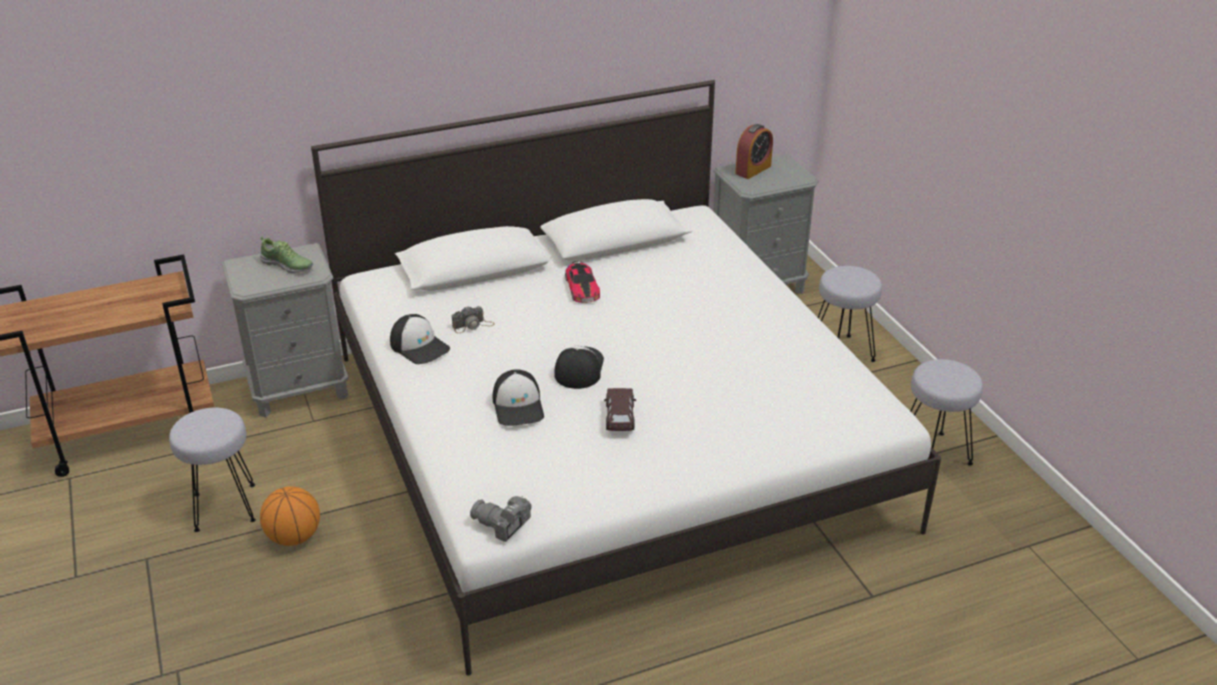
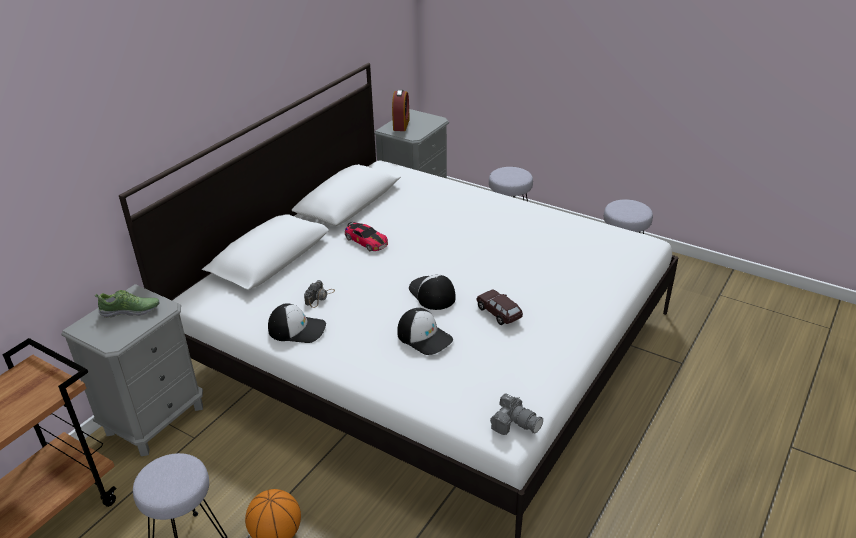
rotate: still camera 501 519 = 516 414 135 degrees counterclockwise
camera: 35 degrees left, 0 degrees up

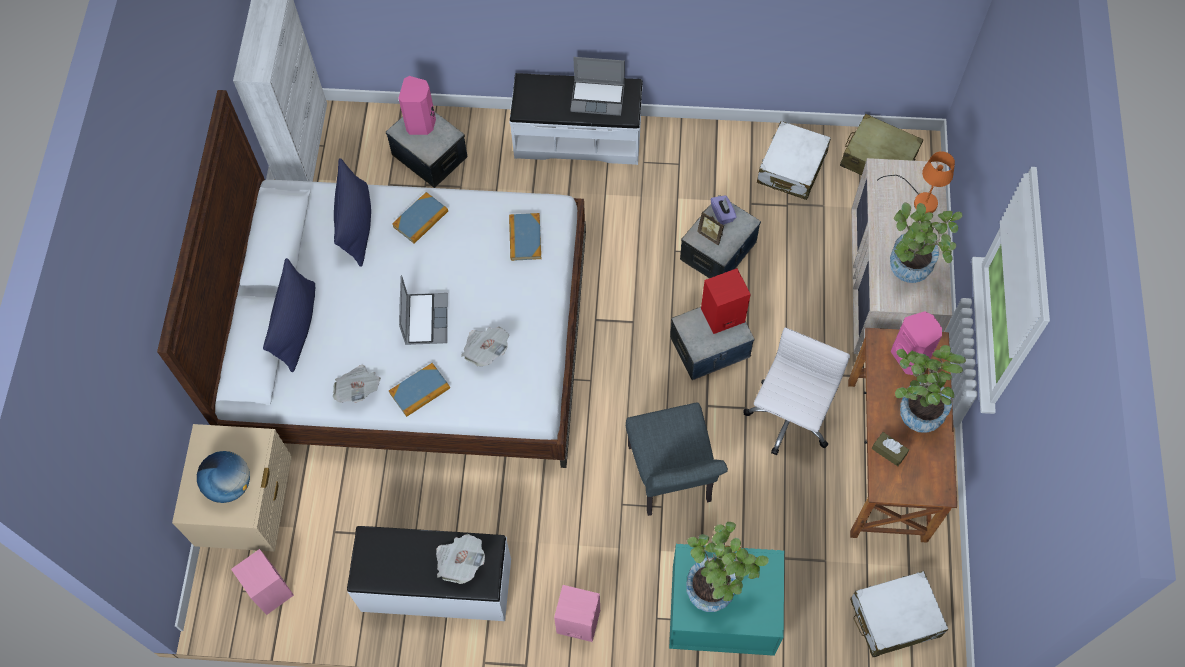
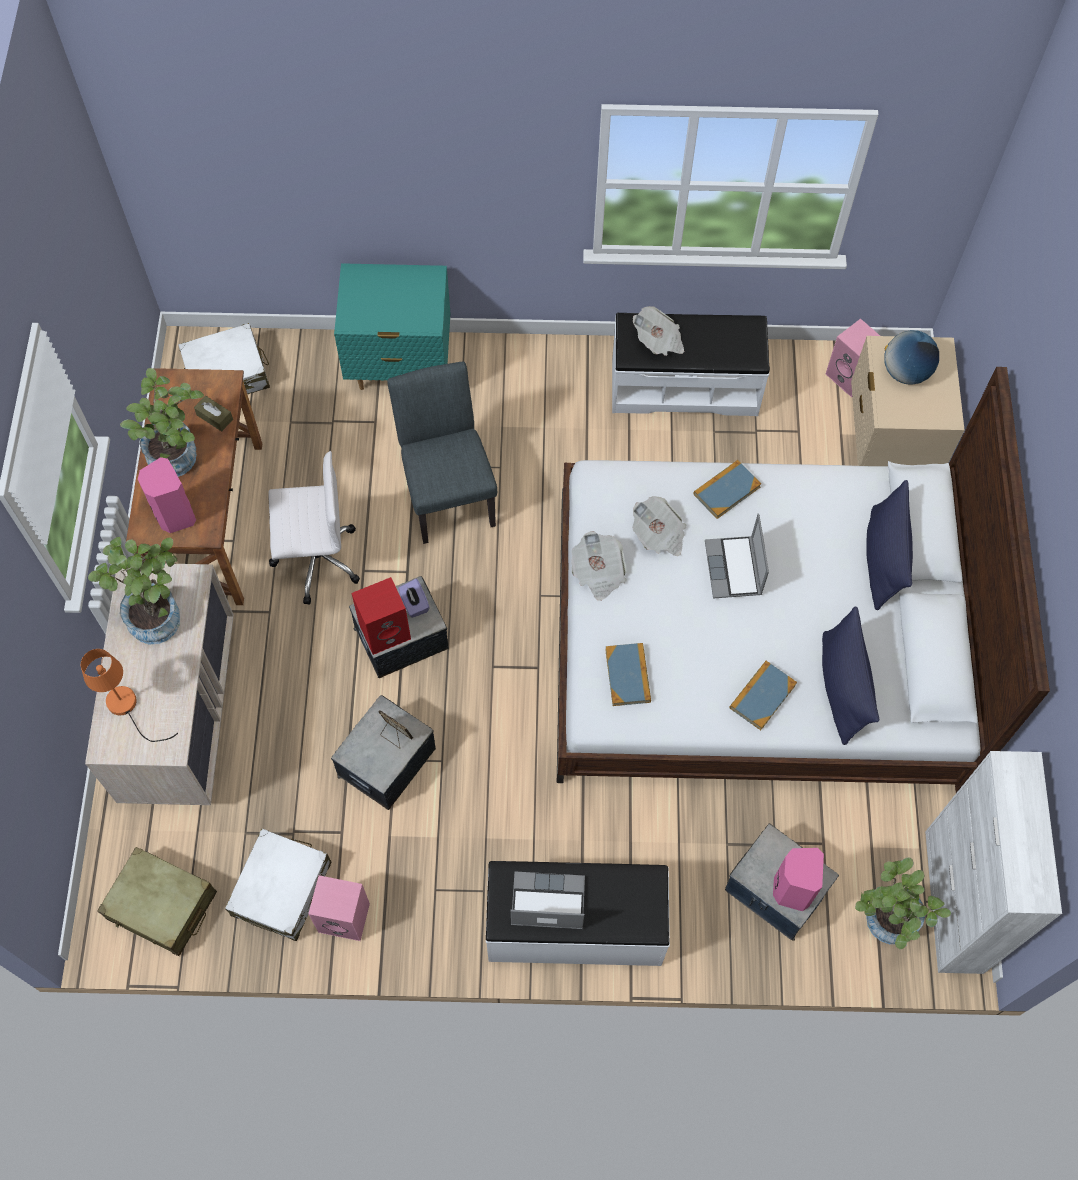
move: pinkish loudspeaker 577 613 to 339 908; purple box of tissues 723 210 to 414 598; newspaper 357 384 to 599 566; potted plant 727 567 to 903 903
rotate: white computer chair 797 391 = 314 528 120 degrees counterclockwise
camera: 175 degrees right, 0 degrees up

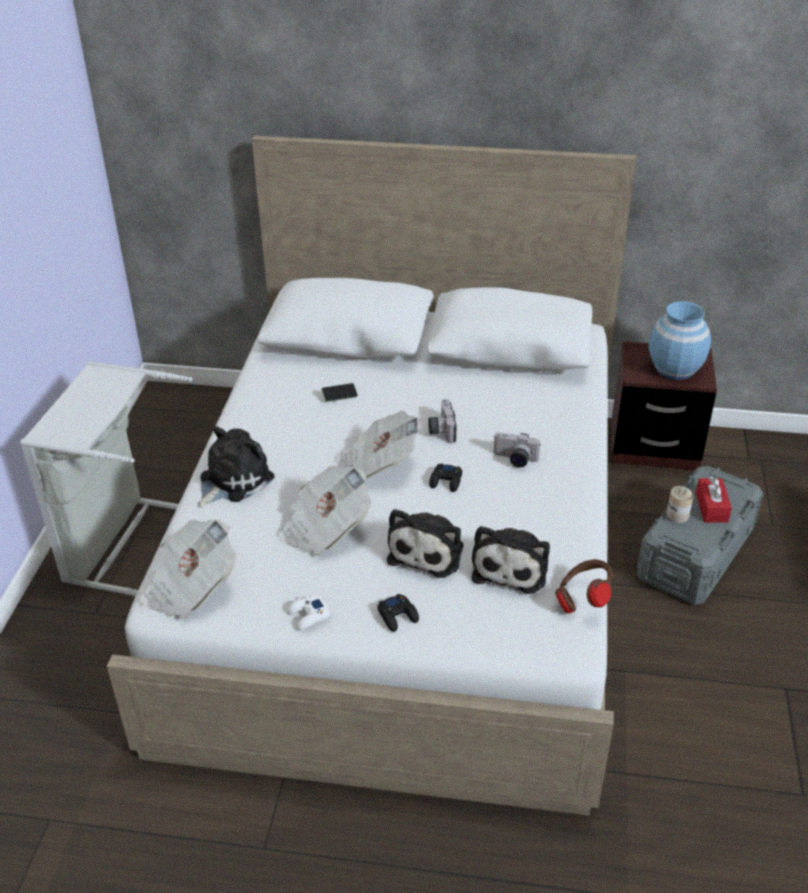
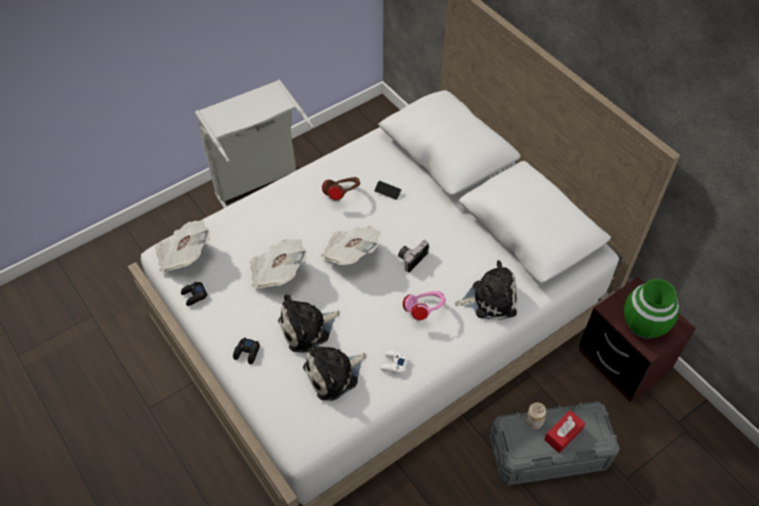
move: black gamepad 445 477 to 194 294; brown pair of headphones 584 586 to 341 188; white gamepad 308 612 to 394 362; cuddly toy 236 467 to 486 290
replace: still camera 517 449 to pinkish pair of headphones 424 305
recolor: blue-coloured flower vase 680 340 to green-coloured flower vase 651 308
camera: 45 degrees right, 15 degrees up

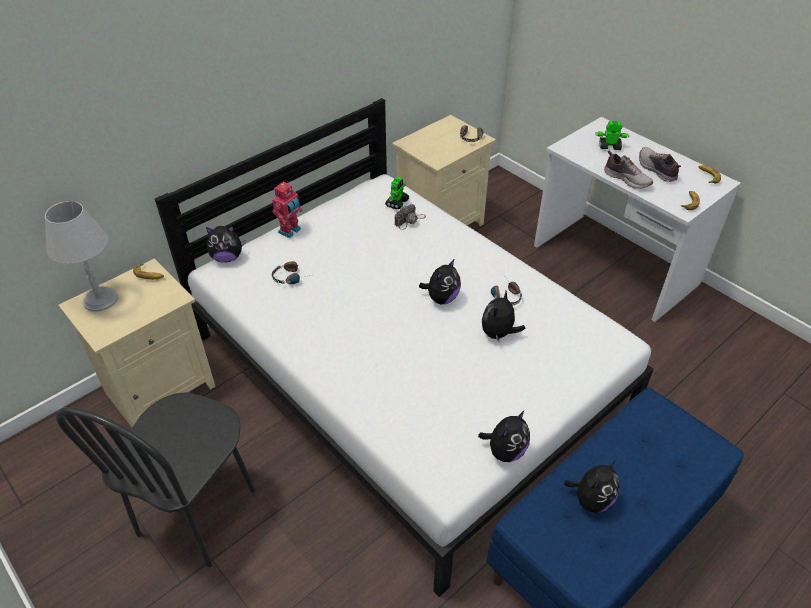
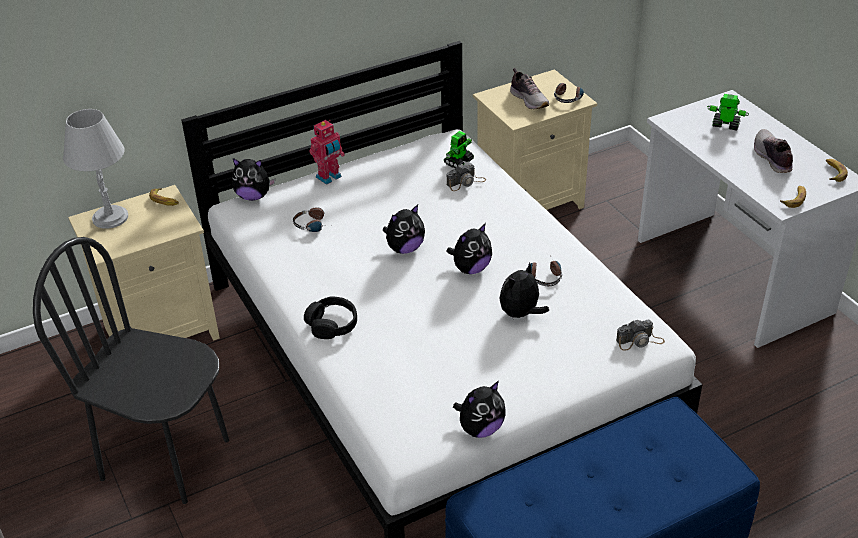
insert: black pair of headphones 330 317; still camera 640 334
move: cuddly toy 592 486 to 403 229; shoe 628 170 to 529 88
rotate: black chair 155 479 = 131 370 75 degrees clockwise
camera: 15 degrees right, 5 degrees down

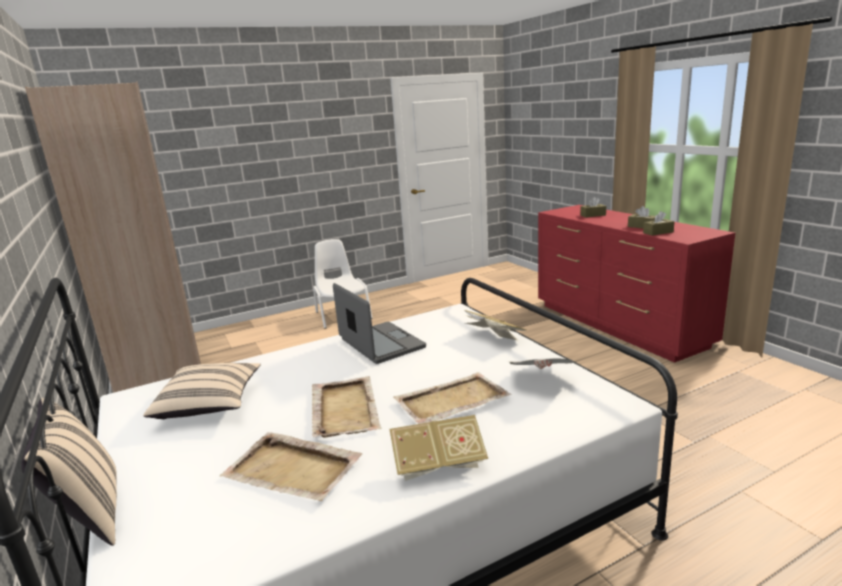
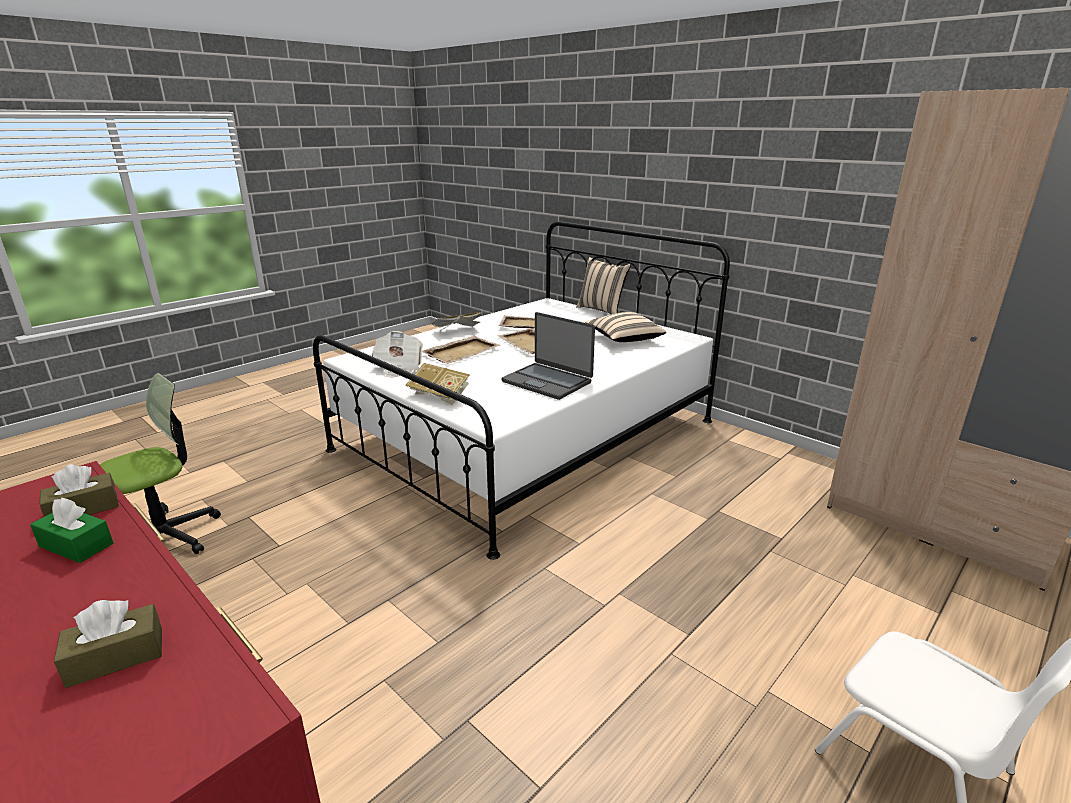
insert: computer chair 160 463
recolor: brown box of tissues 641 217 to green-coloured box of tissues 71 530
camera: 160 degrees right, 5 degrees up

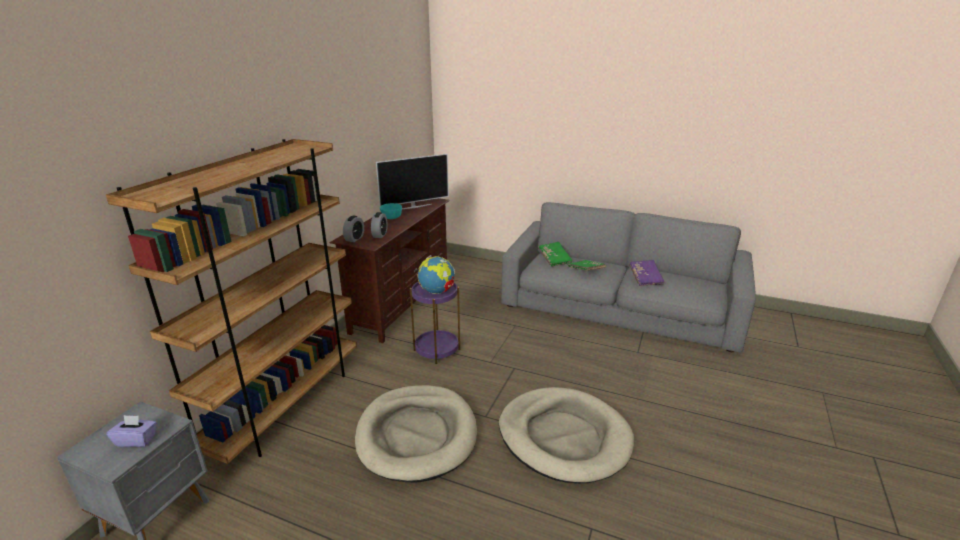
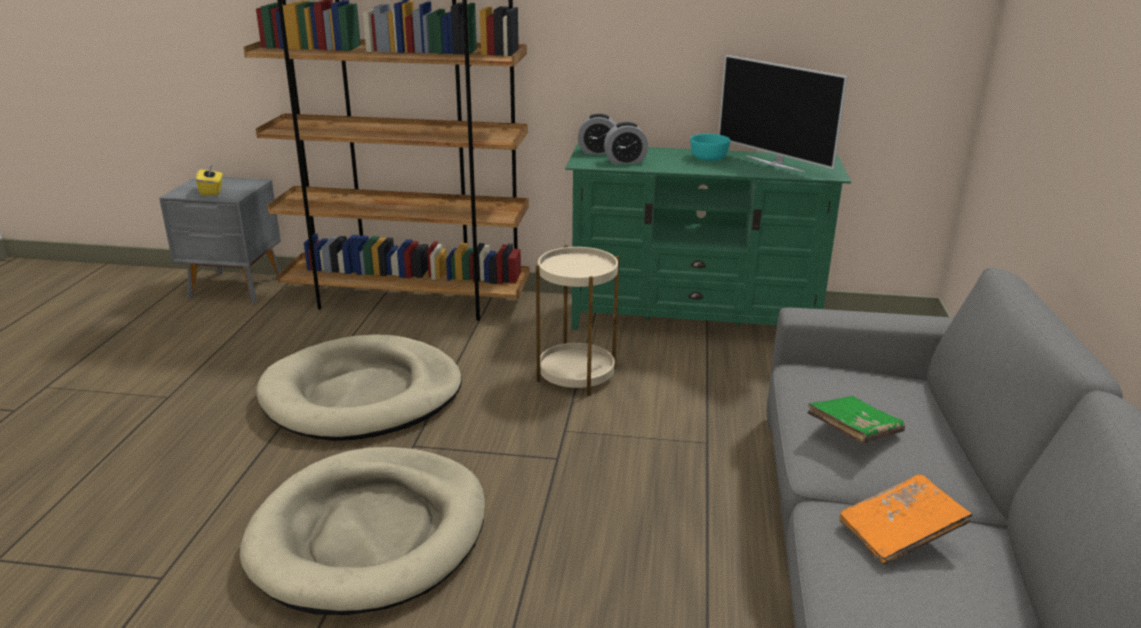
delete: world globe 436 274; green-coloured volume 555 254
recolor: purple box of tissues 131 431 to yellowish box of tissues 209 179; purple accent table 435 322 to sand-coloured accent table 577 320; brown tv stand 390 270 to green-coloured tv stand 708 237; purple volume 647 273 to orange-coloured volume 906 520
camera: 75 degrees right, 0 degrees up

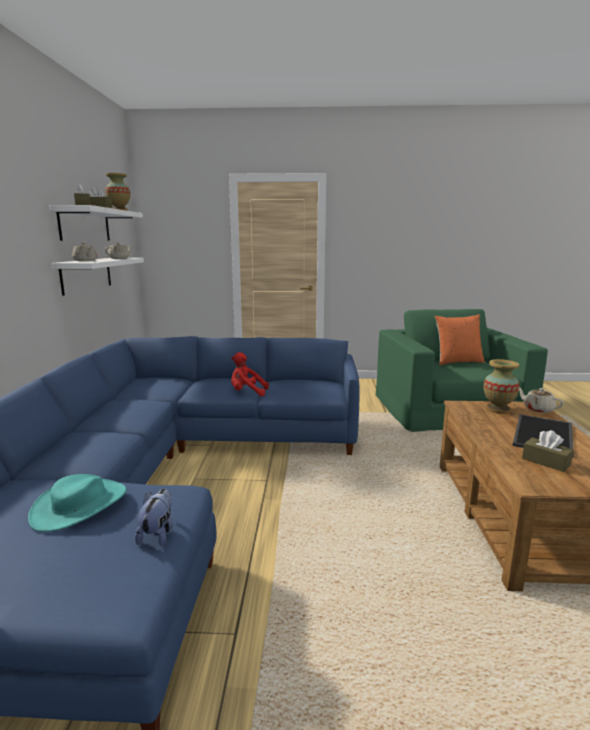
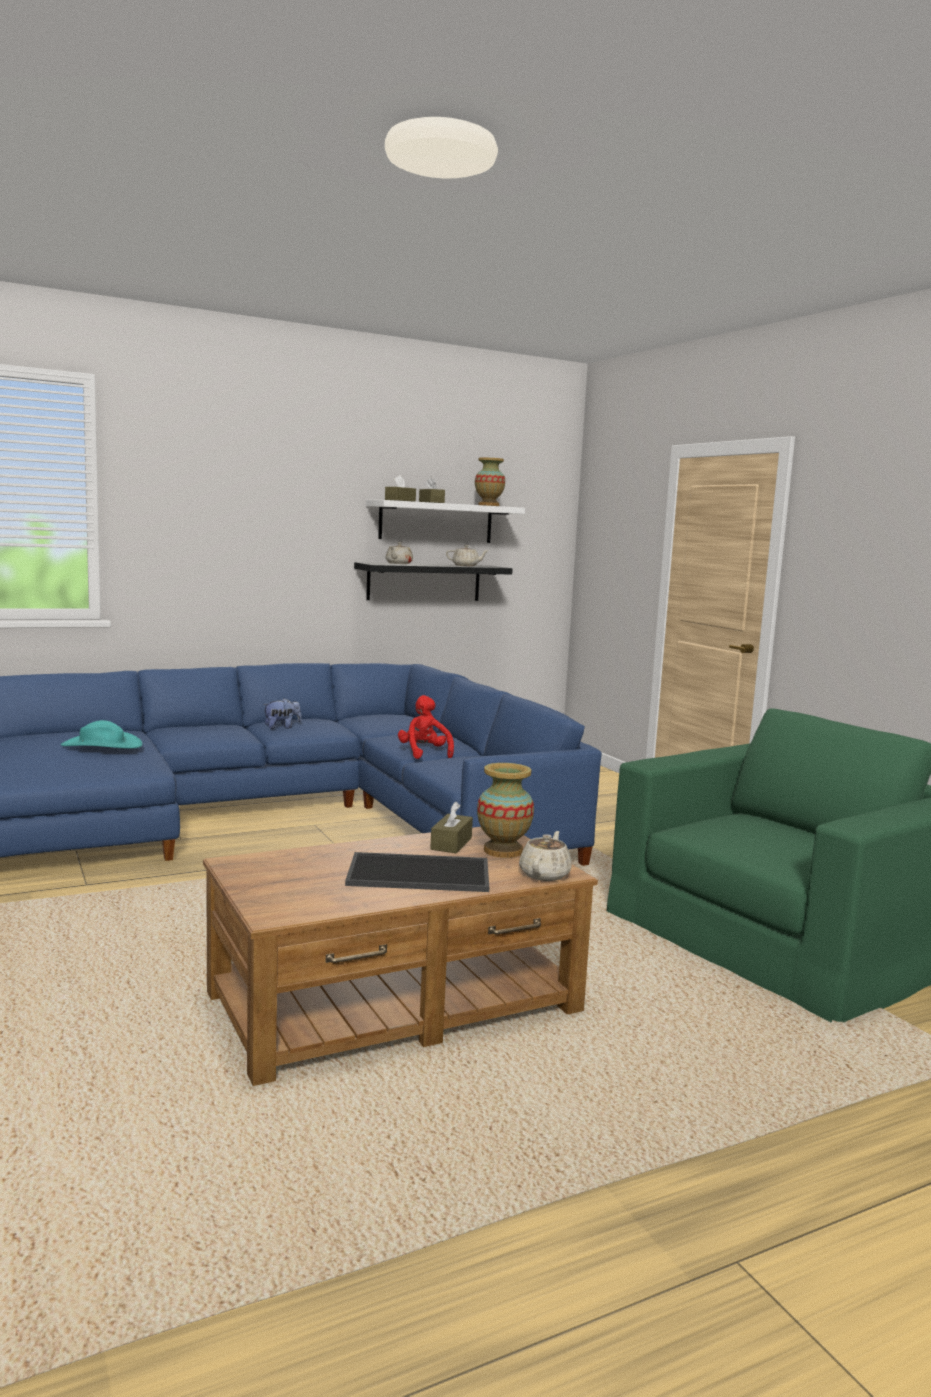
delete: orange-coloured throw pillow 460 339
move: cuddly toy 154 518 to 282 713; brown box of tissues 548 451 to 451 827
recolor: white wall shelf 97 277 to black wall shelf 433 581
camera: 60 degrees right, 5 degrees down

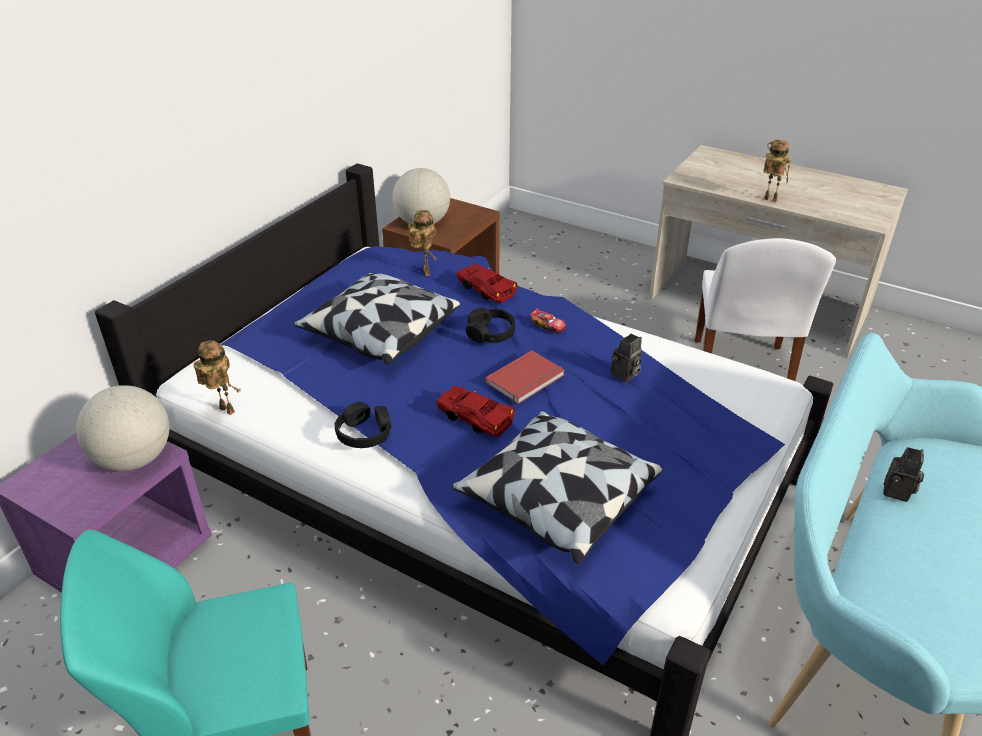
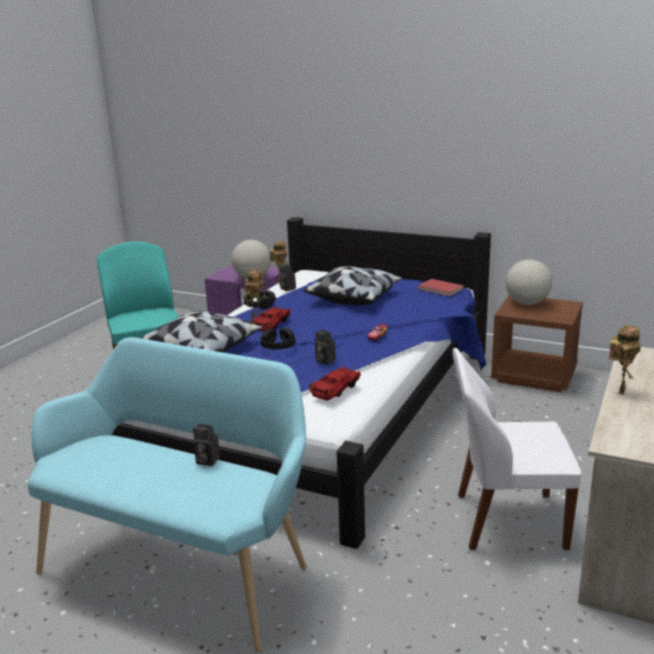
insert: still camera 287 277
move: toy robot 422 243 to 255 294; black pair of headphones 490 325 to 278 338; reddish toy car 486 283 to 335 384; reddish volume 525 377 to 441 288
camera: 85 degrees right, 15 degrees down

